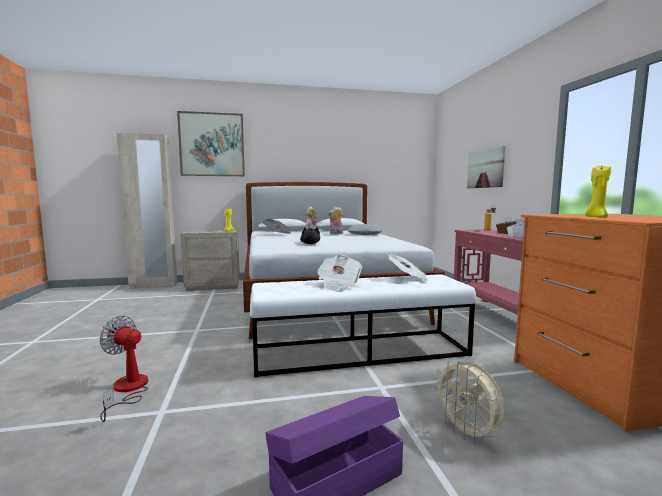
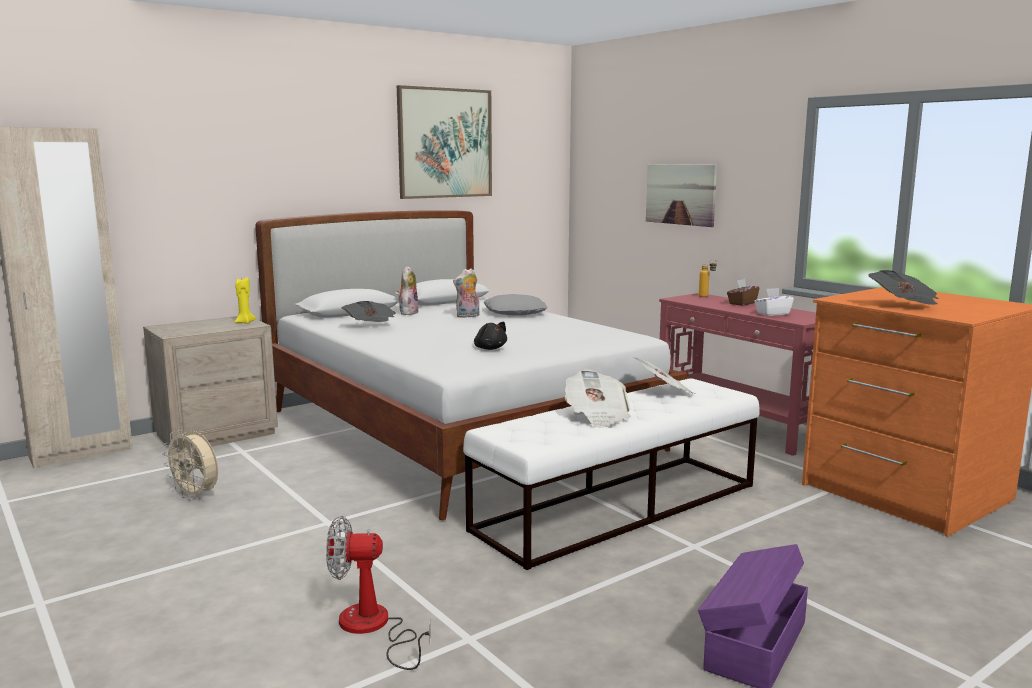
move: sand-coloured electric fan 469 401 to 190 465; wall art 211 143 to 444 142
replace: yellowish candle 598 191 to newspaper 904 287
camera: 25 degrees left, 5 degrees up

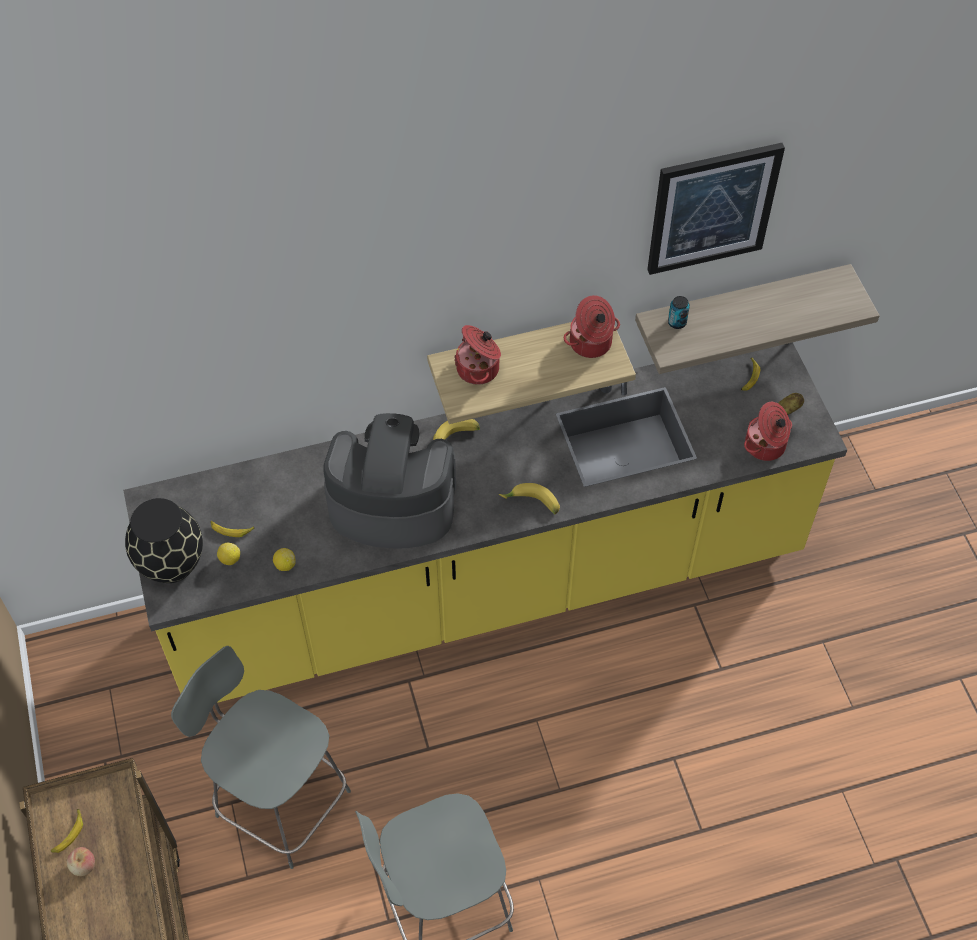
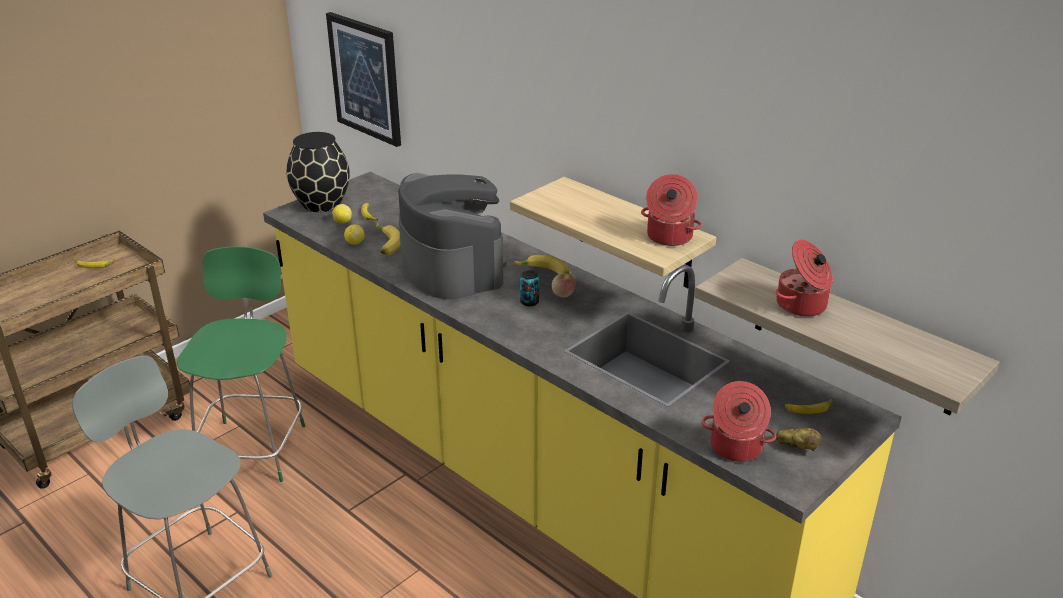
move: wall art 716 209 to 363 79; whole banana 529 498 to 388 239; metal can 679 312 to 529 288; whole apple 81 861 to 563 285; stockpot 477 355 to 804 278
recolor: grey chair 261 757 to green-coloured chair 241 364
camera: 60 degrees right, 25 degrees down

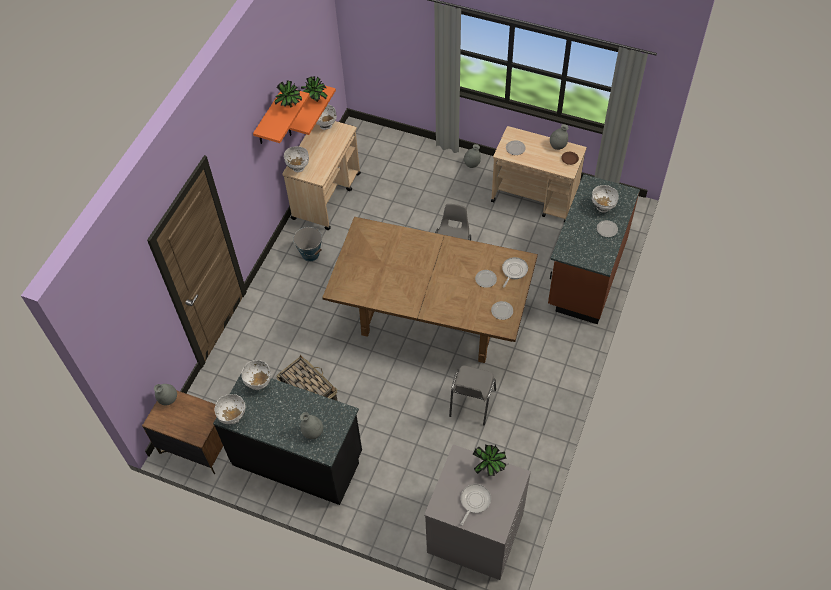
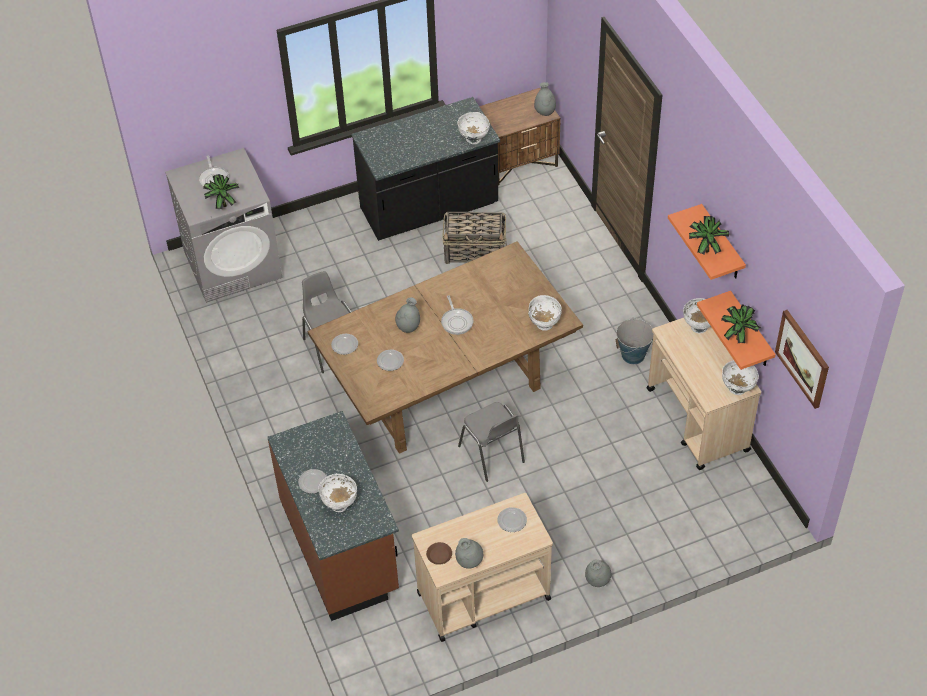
insert: wall art 802 359
move: grey flower vase 311 425 to 407 315; frying pan 515 272 to 457 315; white serving bowl 230 409 to 545 313
camera: 135 degrees right, 5 degrees down

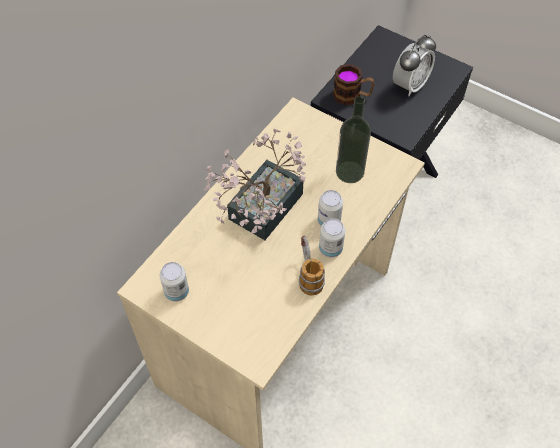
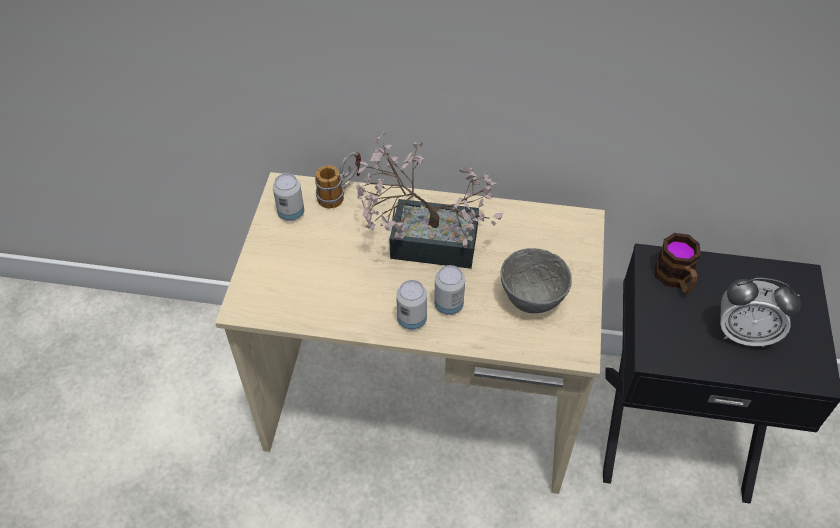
move: mug 312 265 to 338 180
replace: drink bottle 353 139 to grey serving bowl 536 280
camera: 65 degrees right, 5 degrees down

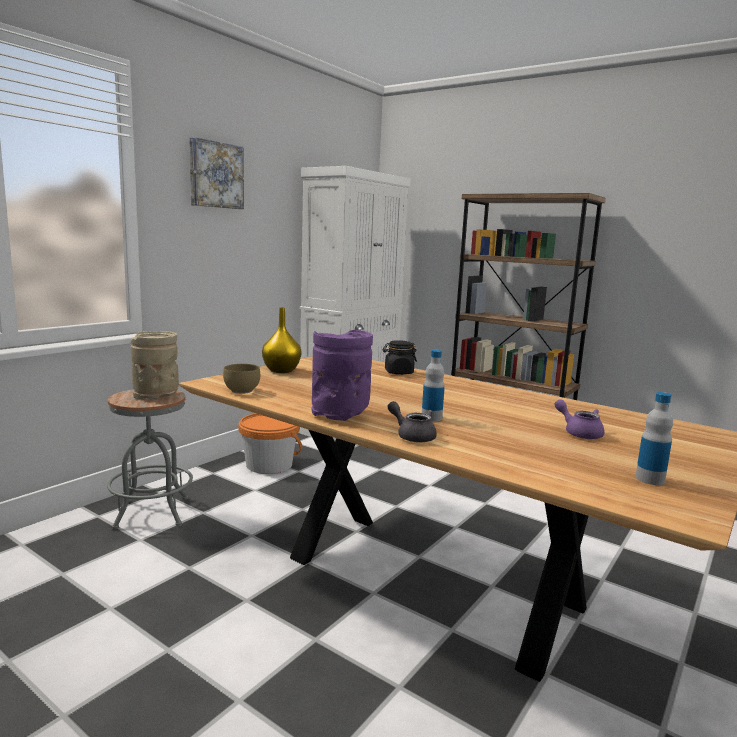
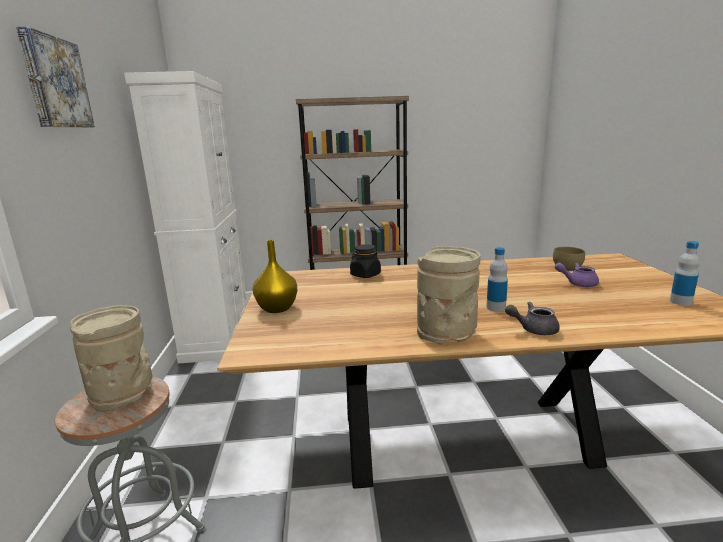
delete: orange-coloured water bucket 270 443
move: brown serving bowl 241 379 to 569 259
recolor: purple flower vase 342 375 to sand-coloured flower vase 449 295
camera: 40 degrees left, 5 degrees up

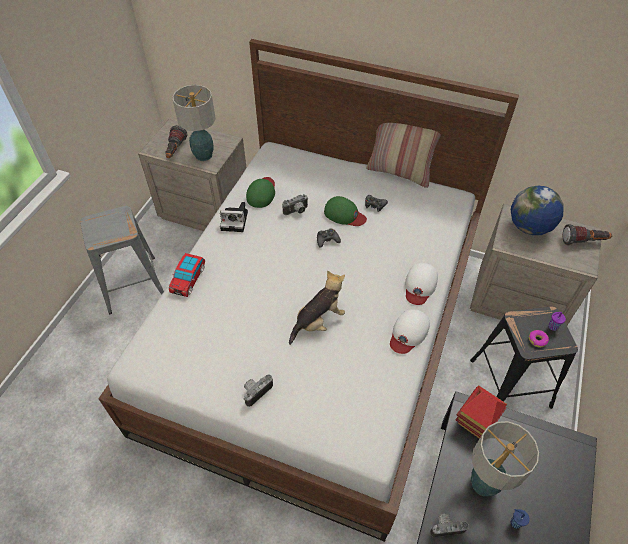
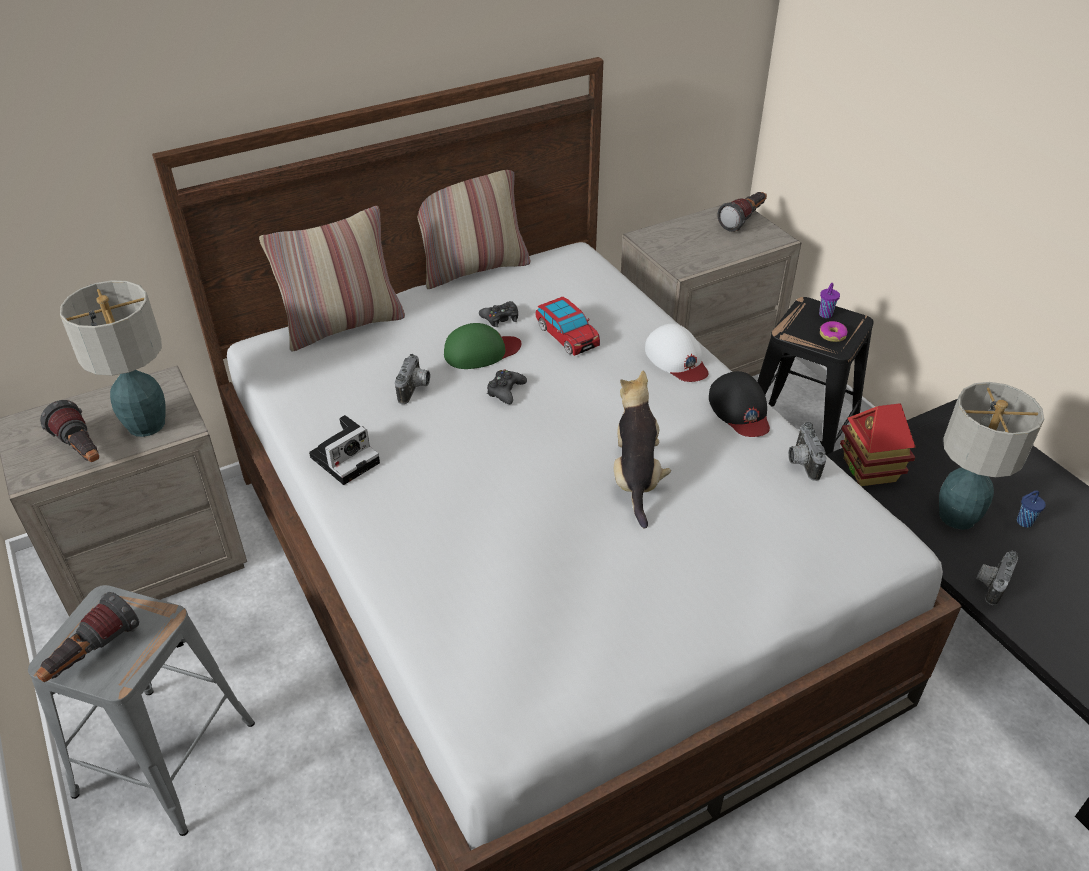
delete: green-coloured cap 260 192; world globe 537 210
insert: flashlight 87 637; throw pillow 332 279
move: toy car 187 275 to 567 326; still camera 258 390 to 807 451
recolor: white cap 410 331 to black cap 739 404
camera: 50 degrees left, 10 degrees down

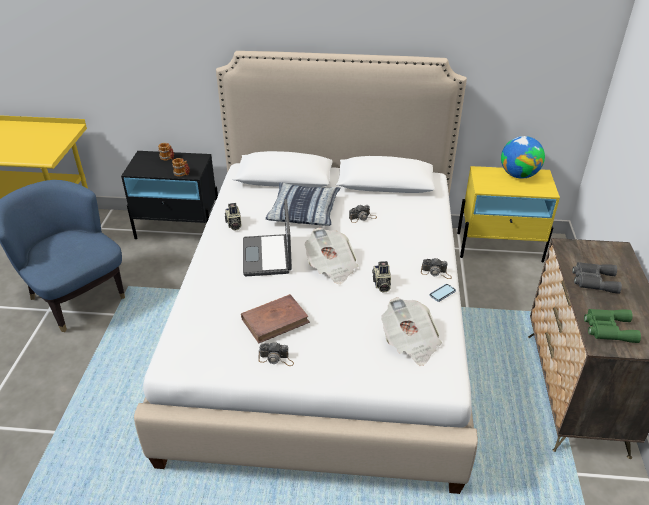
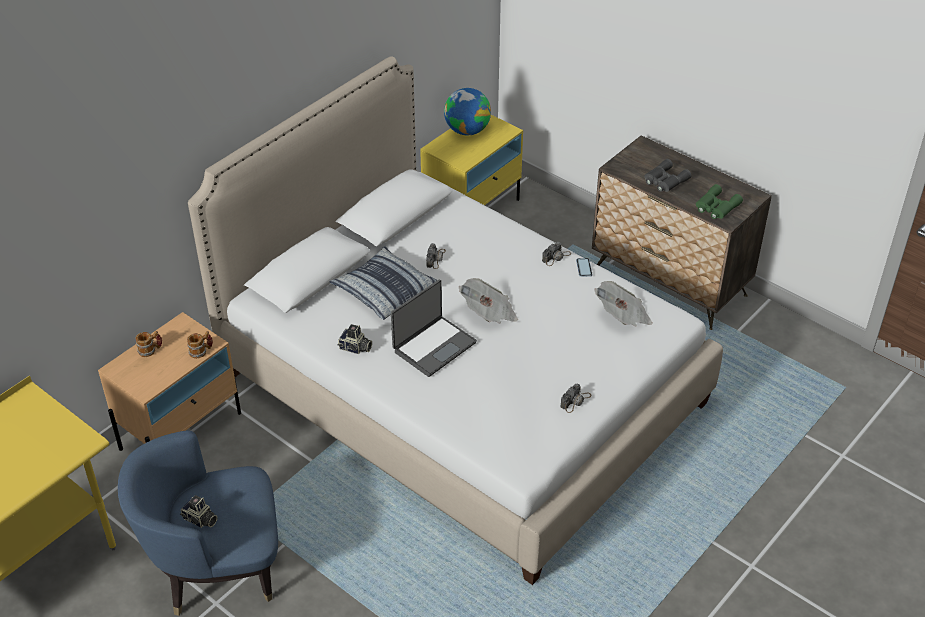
delete: brown volume 275 318
move: still camera 381 277 to 199 511
recolor: black bedside table 169 195 to sand-coloured bedside table 169 381
rotate: notebook computer 267 237 = 434 328 75 degrees counterclockwise
camera: 55 degrees left, 5 degrees up

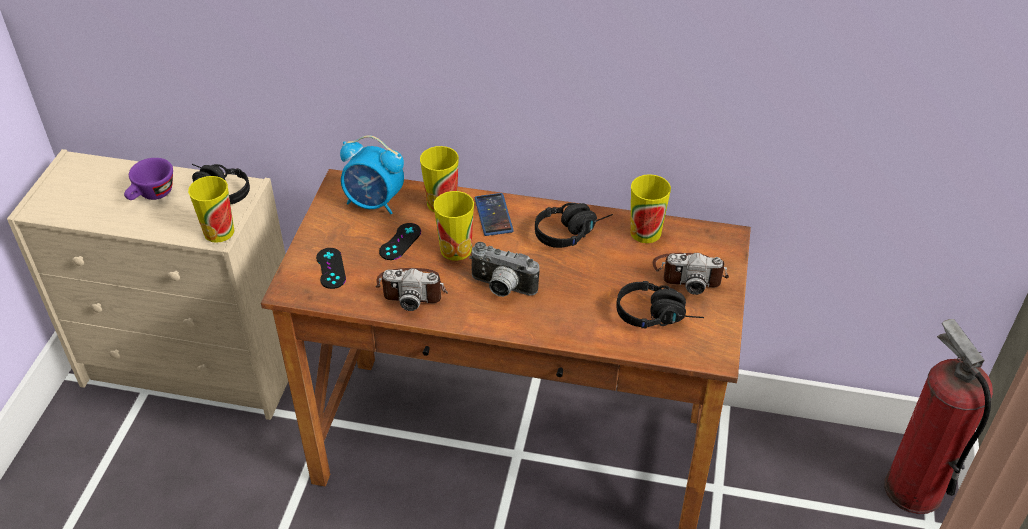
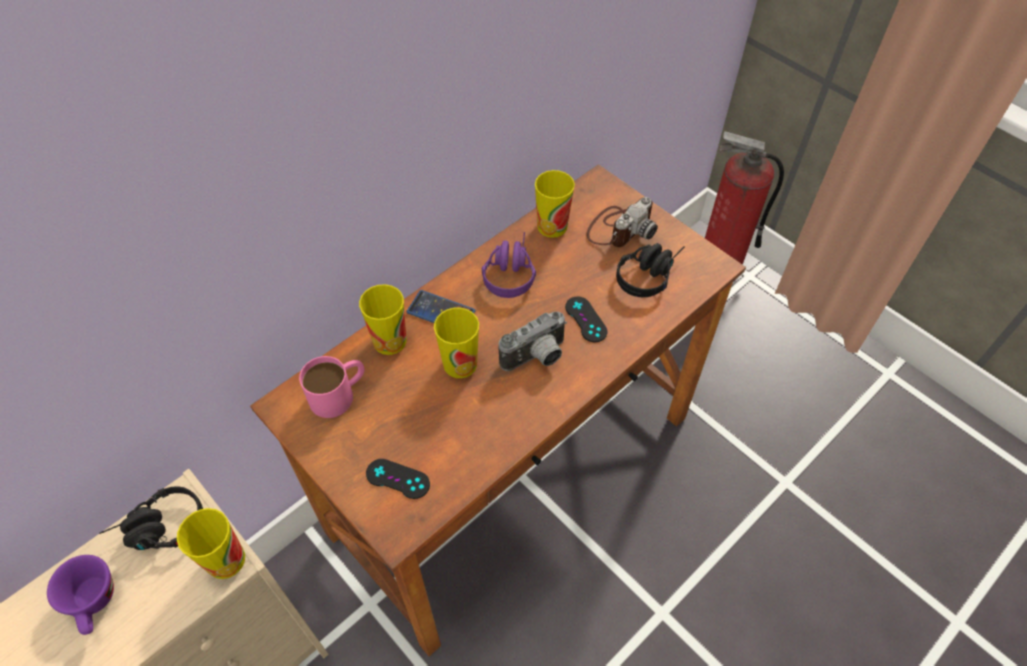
delete: still camera 411 289
move: black gamepad 400 241 to 586 319
replace: alarm clock 372 175 to pinkish mug 332 387
recolor: black pair of headphones 574 225 to purple pair of headphones 509 265
camera: 55 degrees left, 10 degrees up

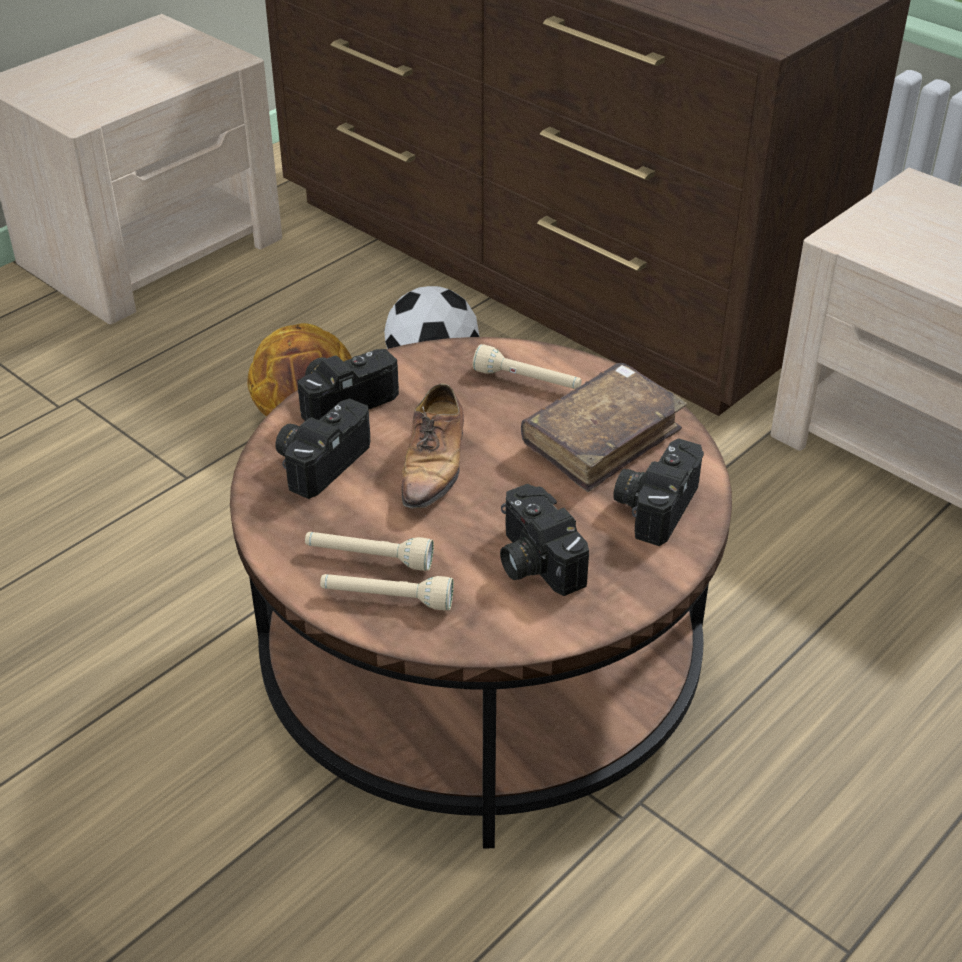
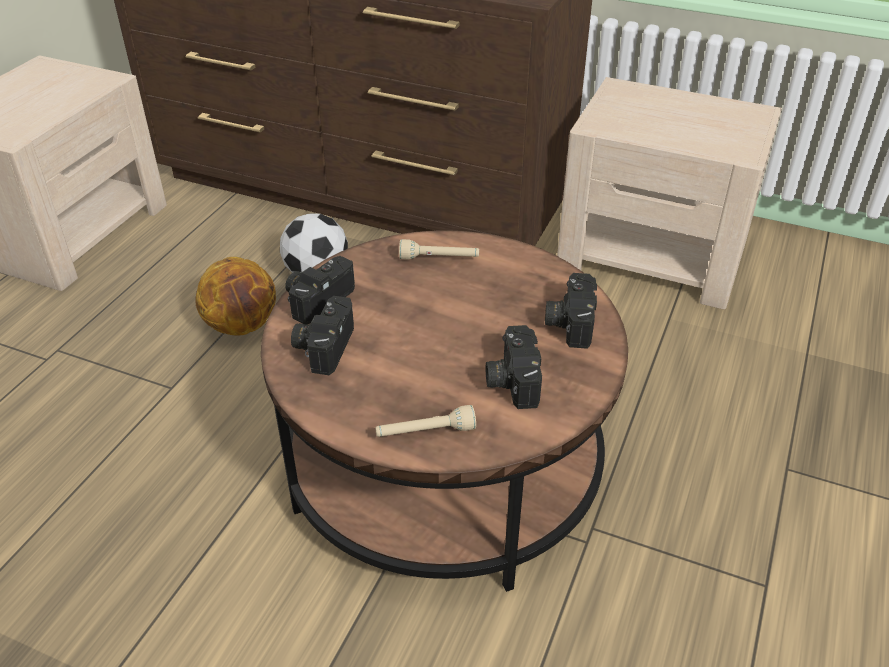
delete: sand-coloured flashlight 369 551; shoe 433 449; brown volume 604 427
rotate: still camera 544 540 = 514 367 45 degrees clockwise
camera: 20 degrees left, 0 degrees up

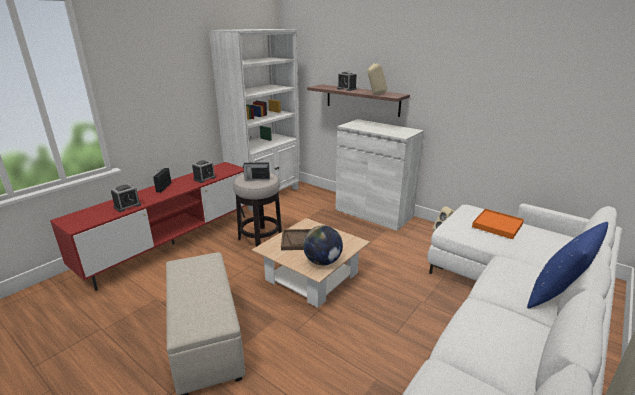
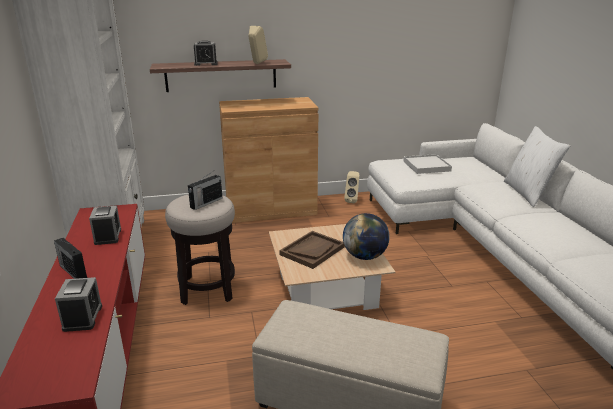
recolor: white cabinet 379 175 to brown cabinet 269 160; orange-coloured tray 498 224 to white tray 427 164; blue-coloured throw pillow 567 265 to white throw pillow 537 166
camera: 50 degrees left, 0 degrees up

